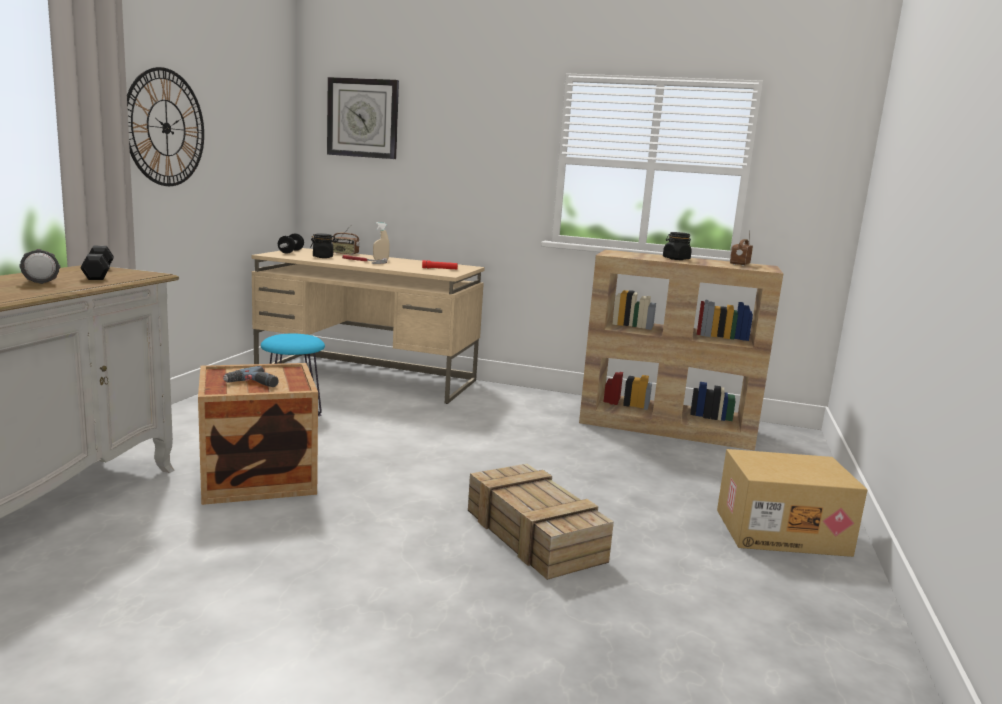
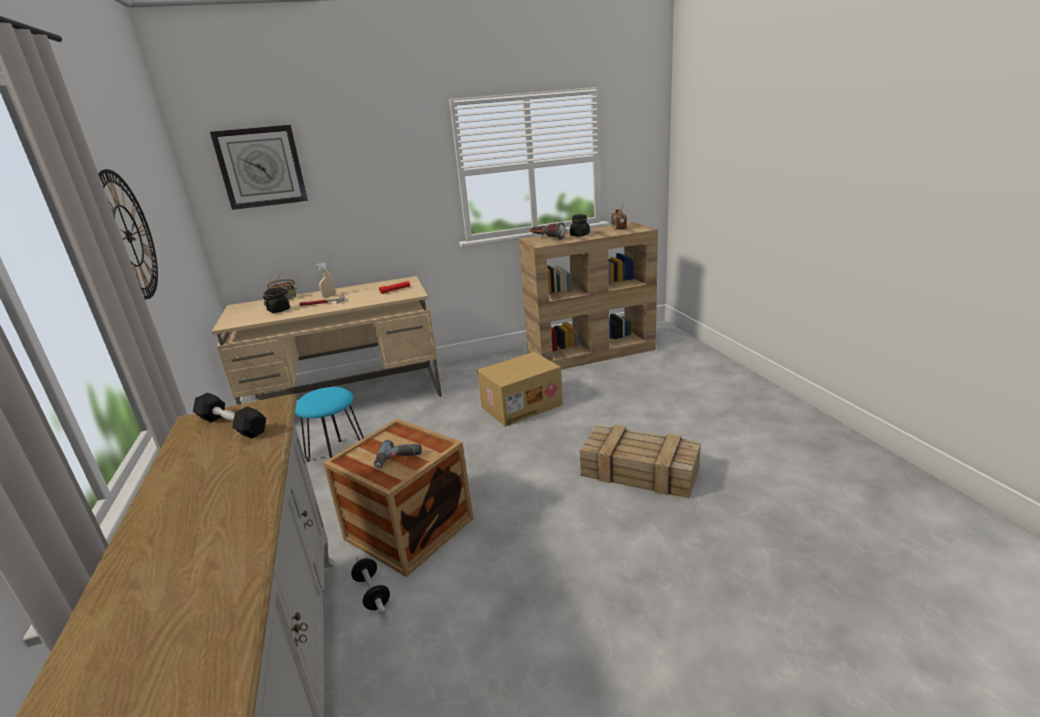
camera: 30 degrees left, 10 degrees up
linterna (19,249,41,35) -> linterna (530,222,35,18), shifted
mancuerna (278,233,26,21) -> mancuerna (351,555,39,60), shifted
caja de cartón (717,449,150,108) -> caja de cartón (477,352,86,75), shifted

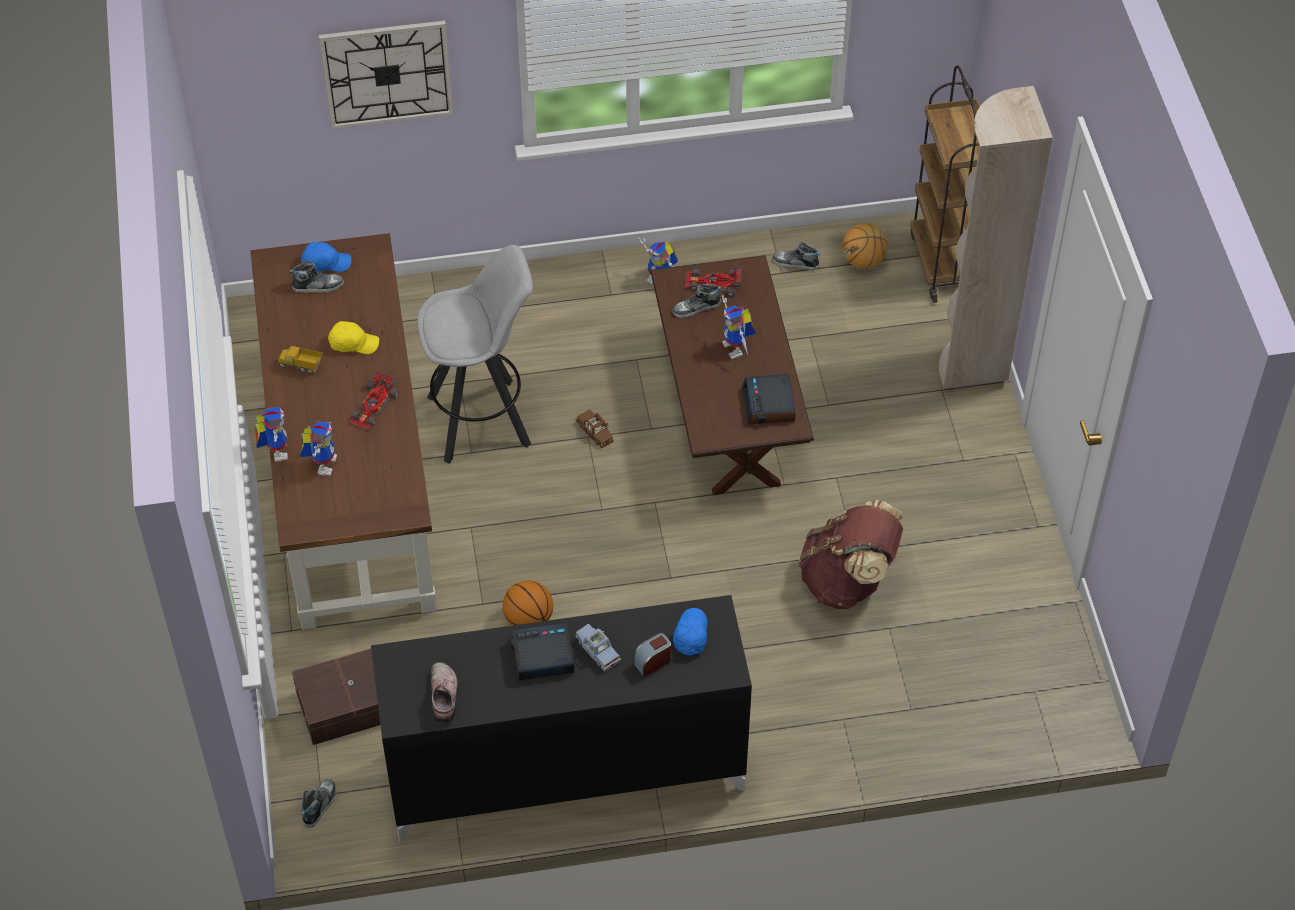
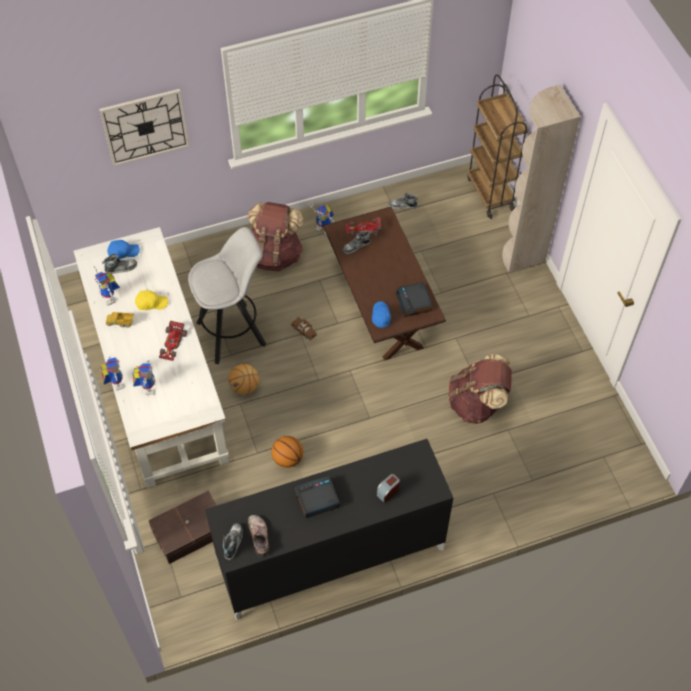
camera: 10 degrees left, 5 degrees up
escritorio (marrón) (250,233,186,397) -> escritorio (blanco) (74,227,155,261)
zapato (301,779,35,49) -> zapato (223,523,20,37), shifted
coche de juguete (azul) (576,624,45,48) -> none
gorra (azul) (673,608,34,47) -> gorra (azul) (372,301,19,27), shifted
robot de juguete (722,295,34,64) -> robot de juguete (93,266,27,40), shifted
balón de baloncesto (842,223,46,46) -> balón de baloncesto (228,364,31,31), shifted
none -> mochila (marrón) (247,202,56,70)

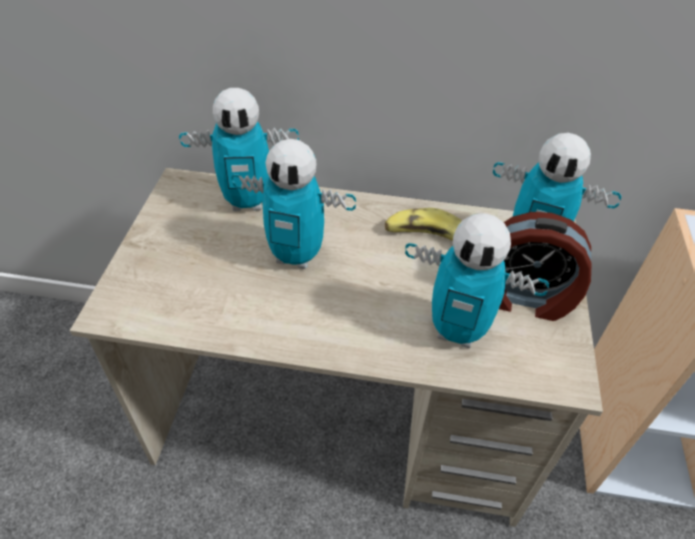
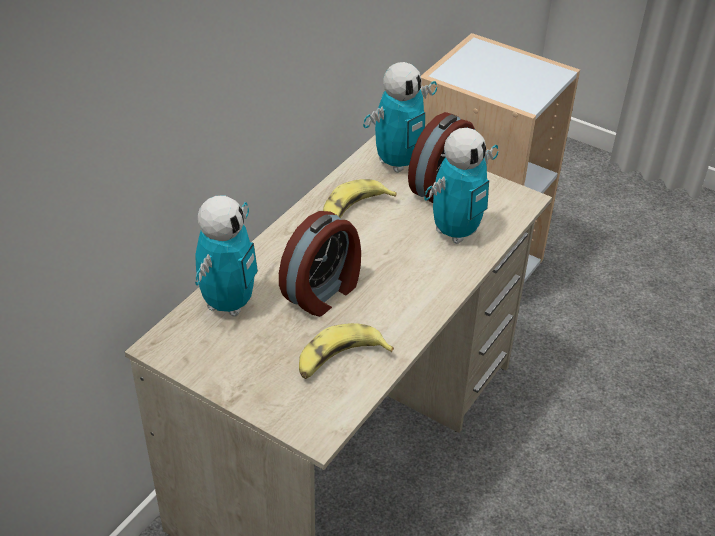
camera: 65 degrees left, 5 degrees down
robot de juguete (231,139,125,130) -> despertador (279,211,82,106)
none -> plátano (299,323,95,56)

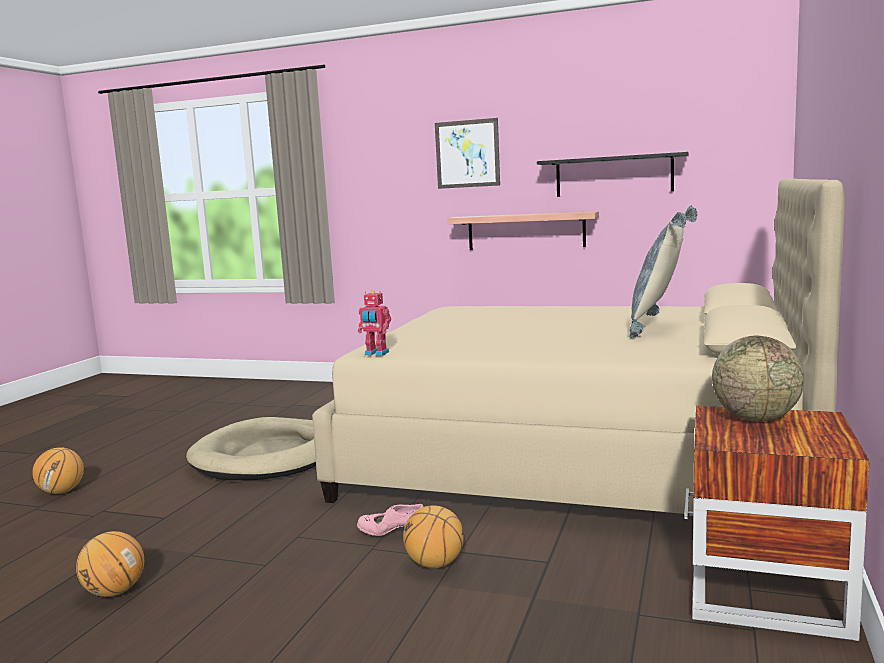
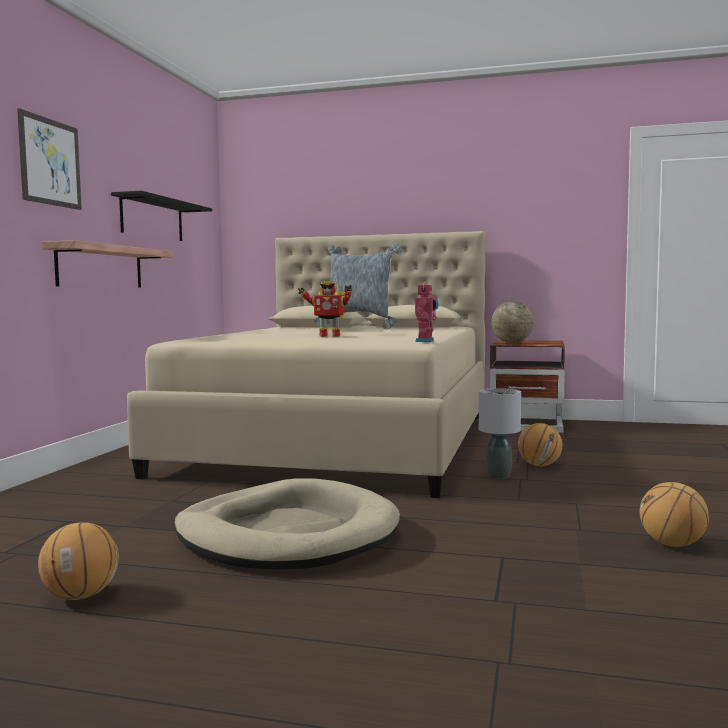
camera: 95 degrees left, 5 degrees down
balón de baloncesto (32,447,52,47) -> balón de baloncesto (38,522,81,78), shifted
zapato (rosa) (357,504,66,32) -> lámpara de mesa (gris) (479,388,42,91)
none -> robot de juguete (298,281,54,56)

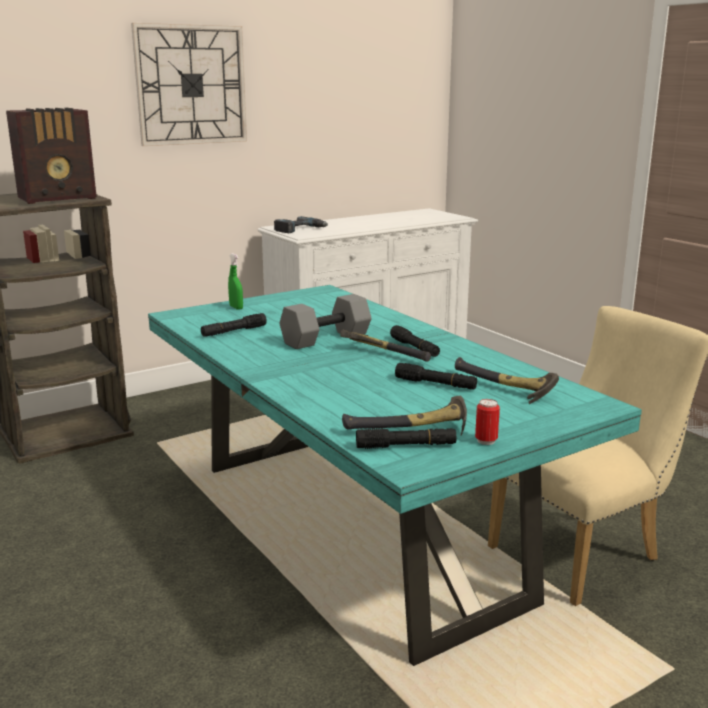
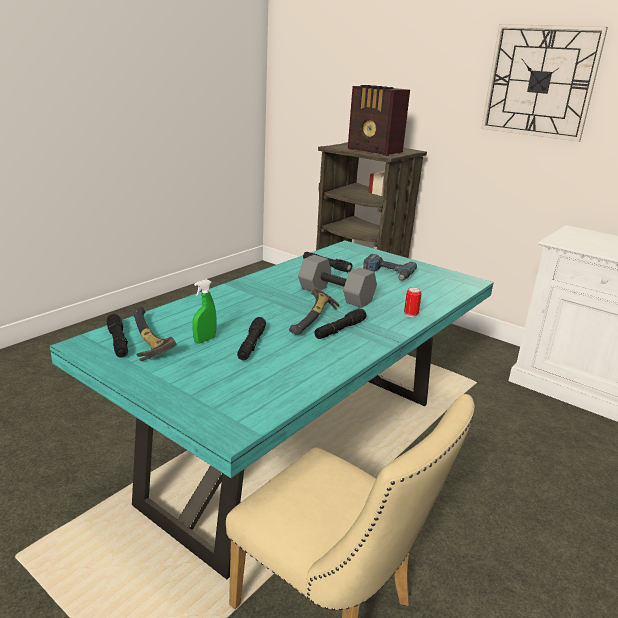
camera: 70 degrees right, 5 degrees up
pulverizador (verde) (228,253,15,57) -> pulverizador (verde) (192,279,25,65), shifted
taladro (274,216,54,17) -> taladro (363,254,54,27), shifted
martillo (455,357,104,47) -> none
lata (475,399,25,46) -> lata (404,287,18,30), shifted

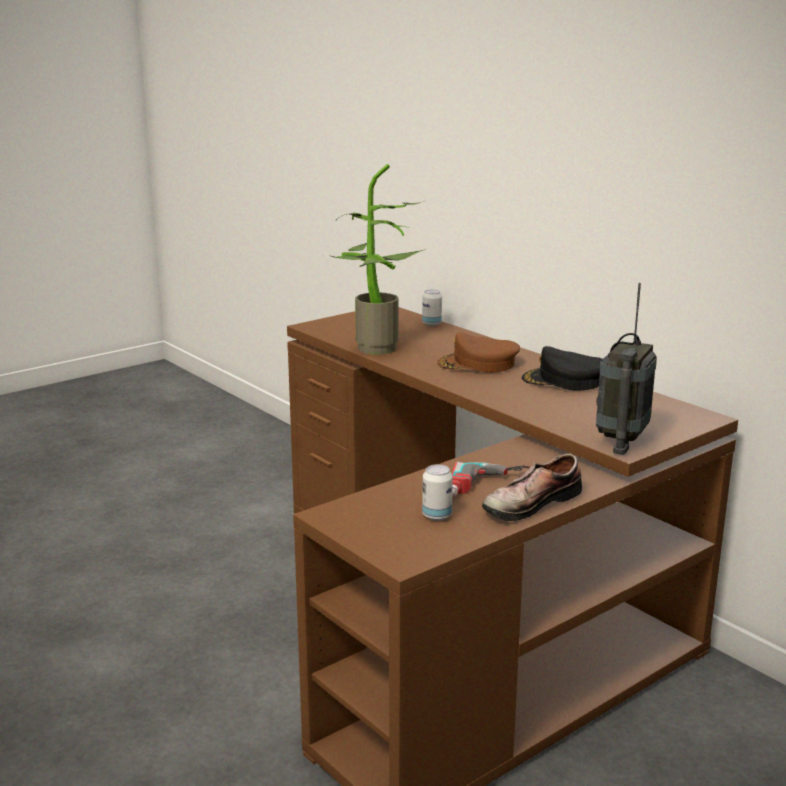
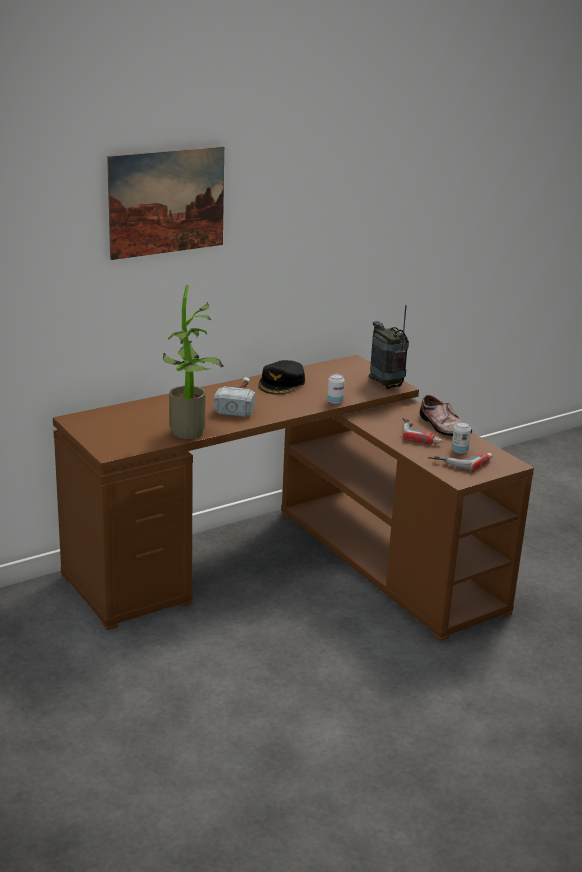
camera: 85 degrees left, 5 degrees up
lata (422,289,20,37) -> lata (327,374,18,30), shifted
gorra (marrón) (437,332,83,41) -> martillo (214,377,41,40)
radio (596,283,61,172) -> radio (369,305,40,84), 150 degrees counterclockwise
none -> cuadro (107,146,117,114)
none -> taladro (428,452,64,20)

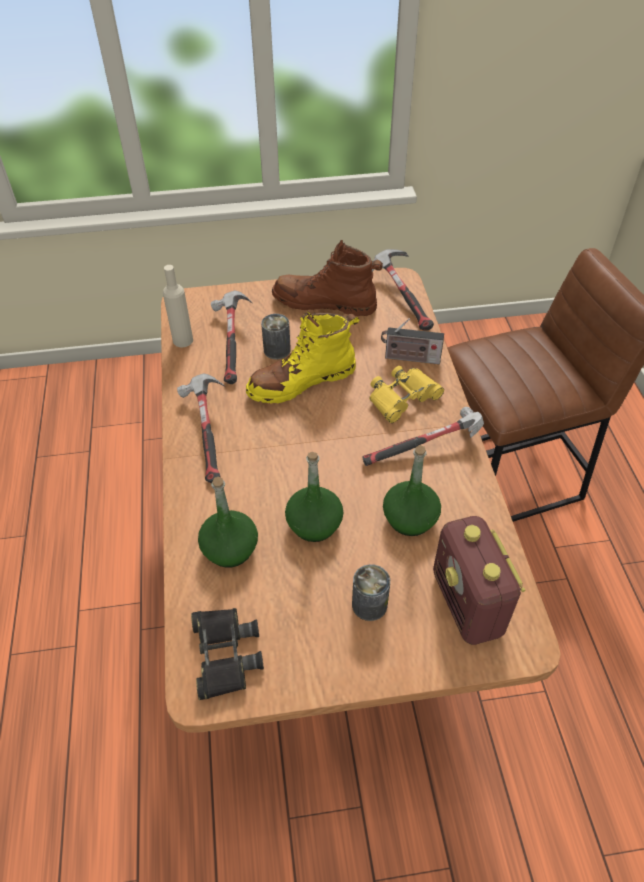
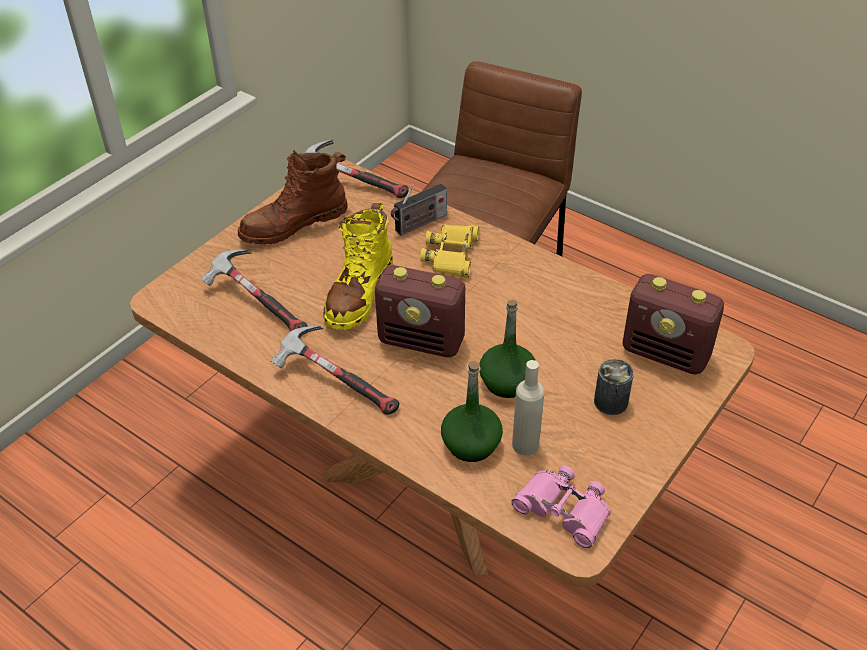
camera: 45 degrees left, 5 degrees down
botella (beis) (163,265,30,82) -> botella (beis) (512,360,33,95), shifted
prismáticos (negro) (191,608,73,92) -> prismáticos (rosa) (511,466,100,82)
lata (261,314,30,45) -> none
martillo (363,407,121,59) -> none
botella (verde) (383,445,58,91) -> none
none -> radio (375,265,90,92)

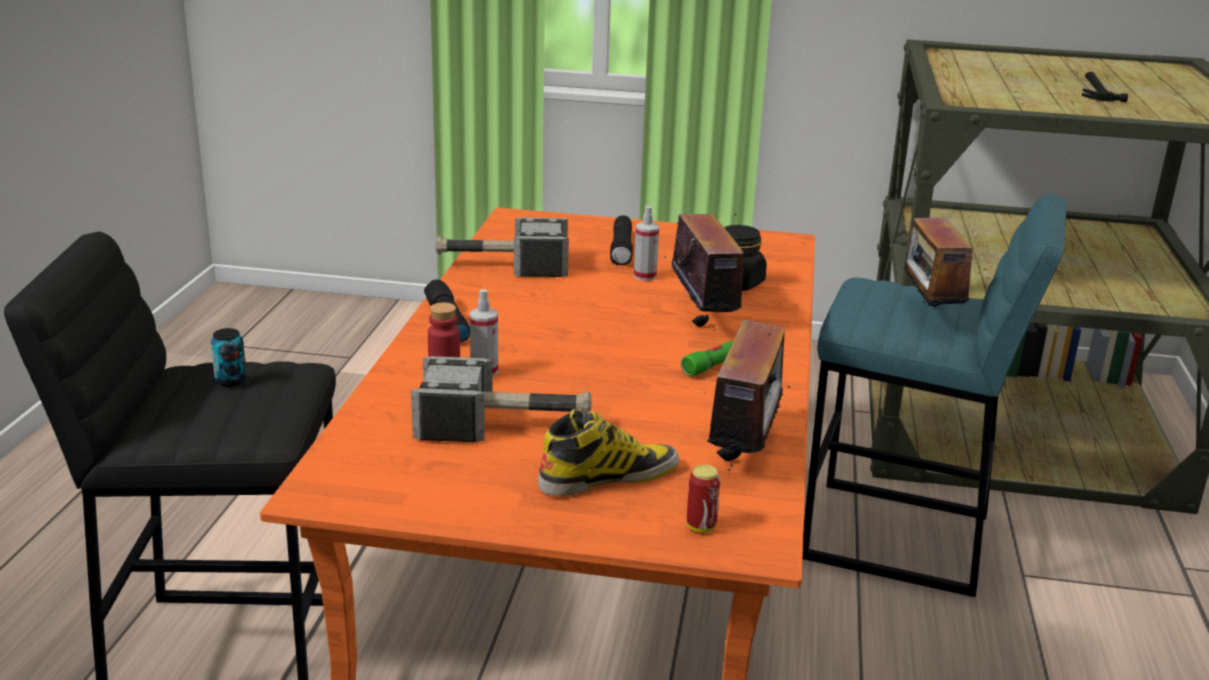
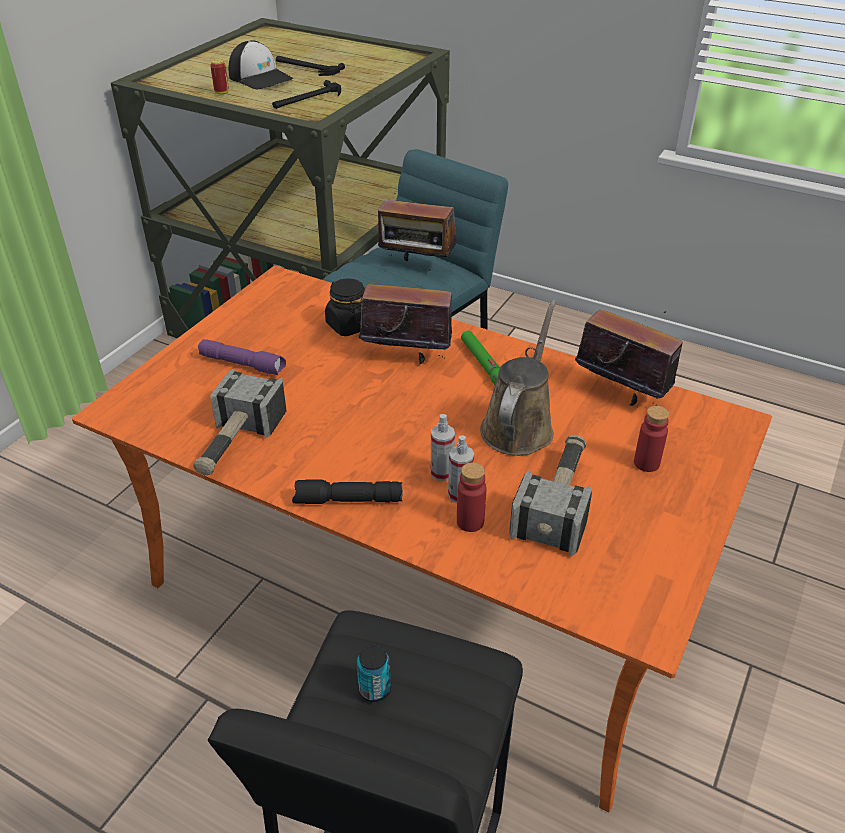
camera: 70 degrees left, 15 degrees up
bota (538,409,141,87) -> botella (rojo) (634,406,35,66)
linterna (negro) (610,216,23,49) -> linterna (morado) (198,339,88,36)
pulverizador (634,206,25,75) -> pulverizador (431,414,24,67), shifted
lata (687,465,33,68) -> lata (210,59,19,35), shifted
none -> gorra (228,40,65,49)
none -> martillo (272,80,69,29)
none -> regadera (marrón) (480,300,76,156)

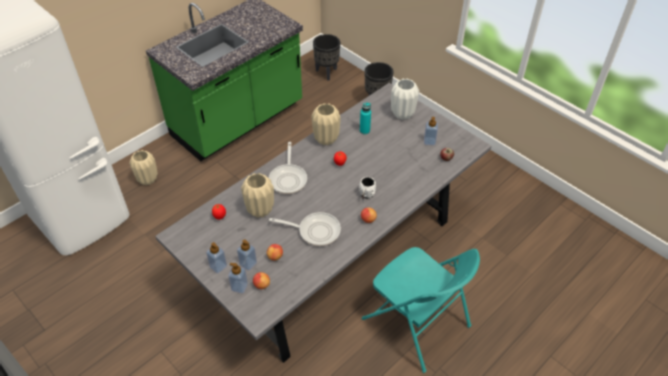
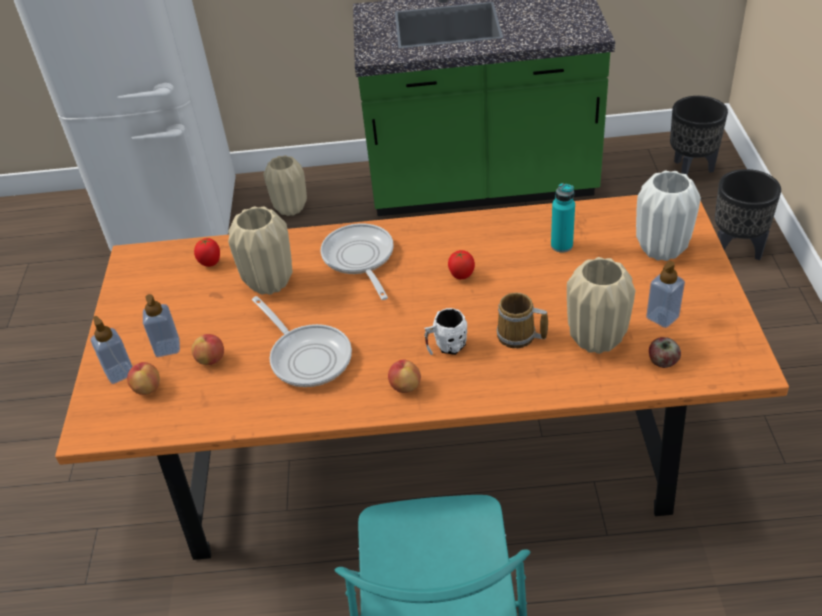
camera: 45 degrees right, 5 degrees down
mesa de comedor (gris) (155,83,336,280) -> mesa de comedor (naranja) (55,195,734,365)
dispensador de jabón (206,242,21,31) -> none
sartén (269,142,38,52) -> sartén (321,223,73,77), 120 degrees clockwise
florero (beis) (312,103,29,42) -> florero (beis) (567,257,68,97), shifted
none -> taza grande (496,293,52,55)

